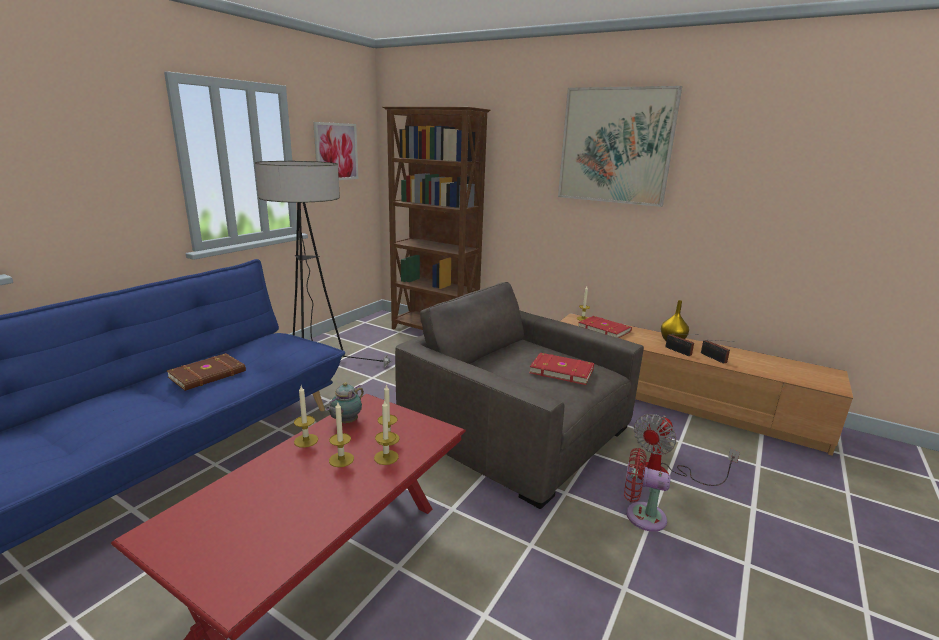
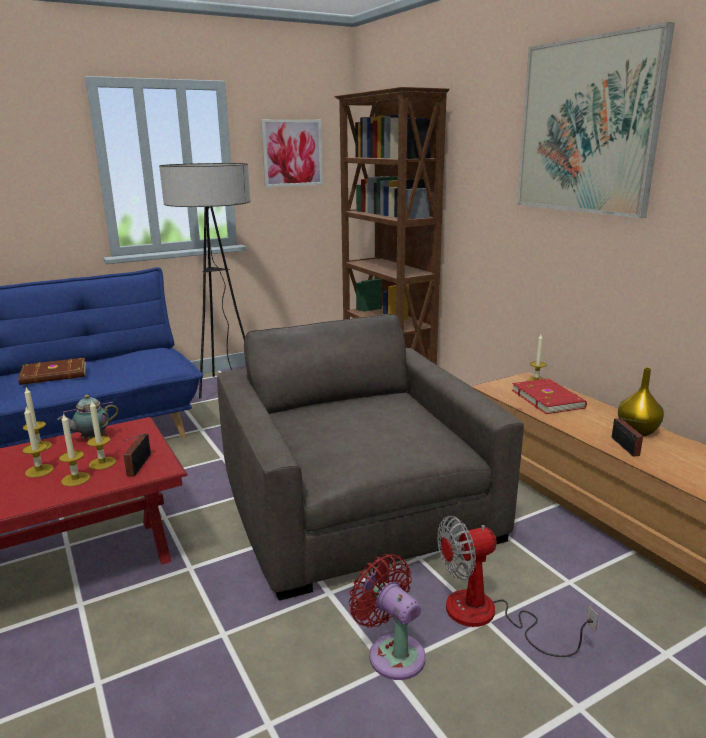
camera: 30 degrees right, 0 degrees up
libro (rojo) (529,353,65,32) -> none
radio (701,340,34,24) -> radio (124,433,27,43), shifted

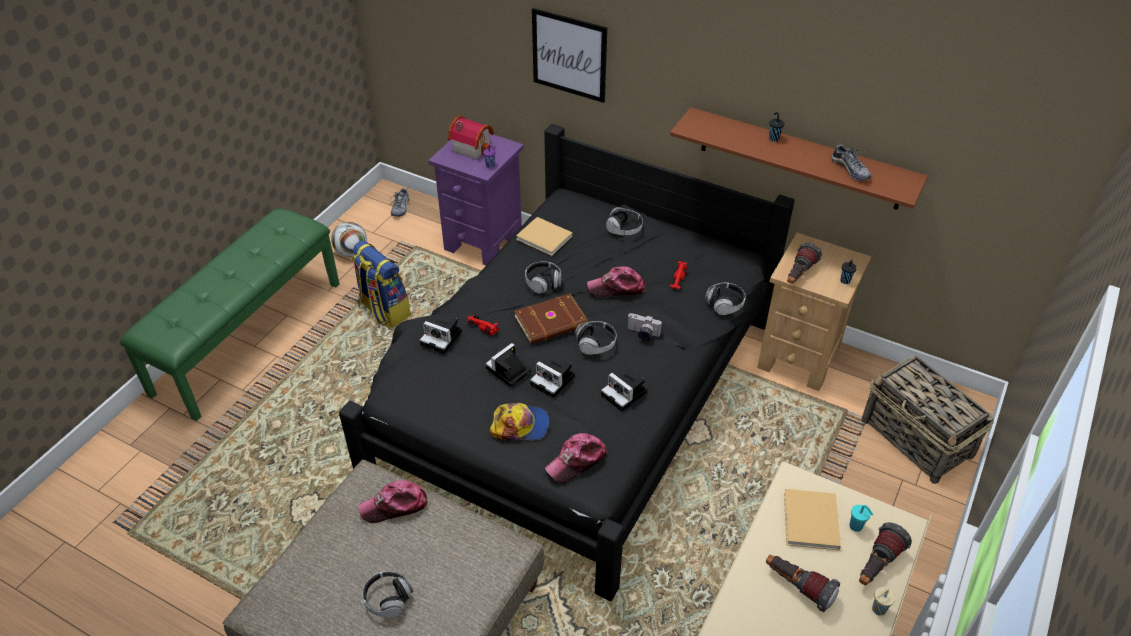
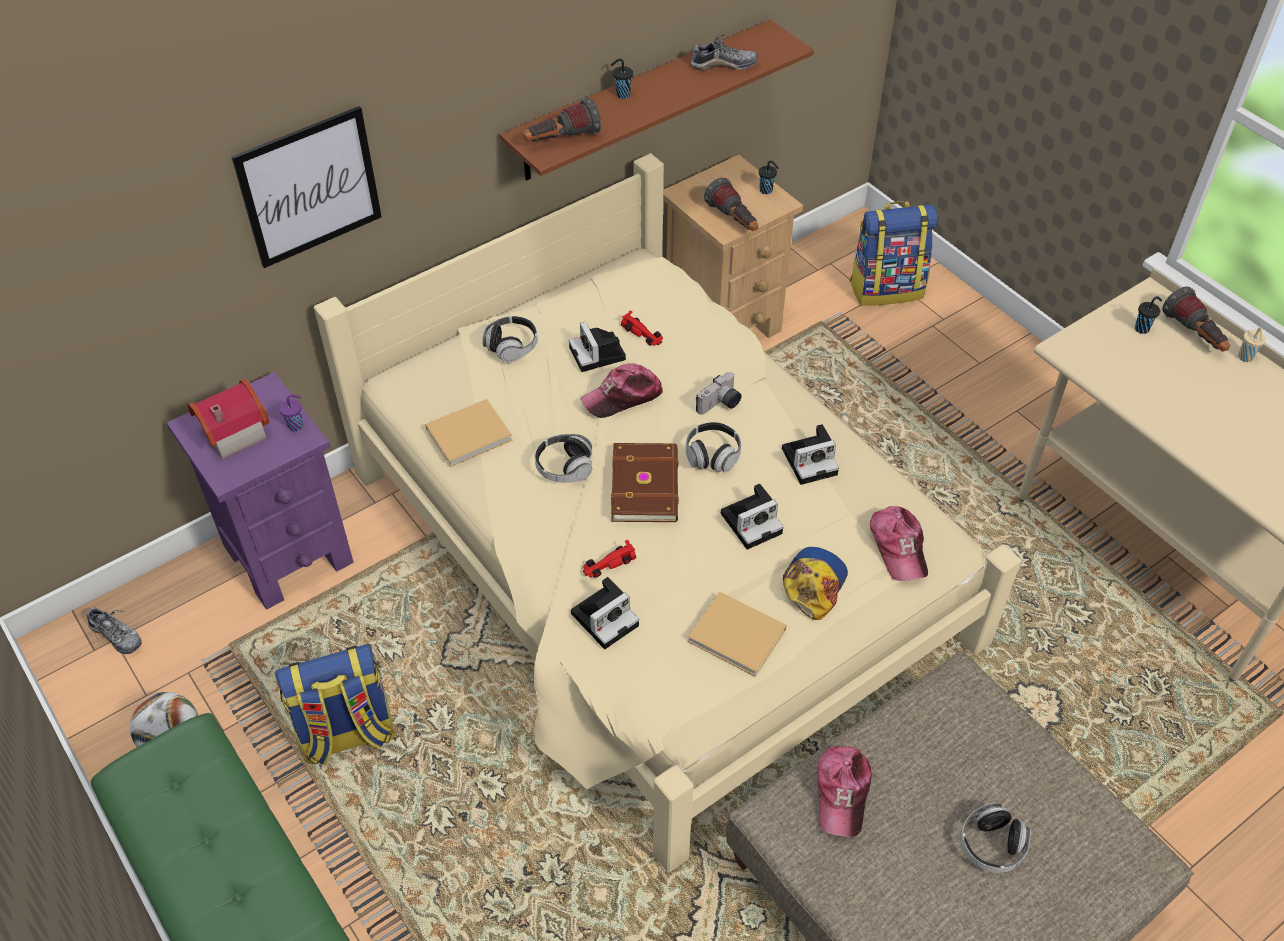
camera: 65 degrees left, 5 degrees up
cama (negro) (339,124,456,477) -> cama (beis) (314,153,707,720)
cámara (486,343,45,44) -> cámara (569,322,57,50), shifted
gorra (587,266,58,32) -> gorra (581,363,82,55), 45 degrees clockwise
auriculares (705,283,41,32) -> none
linterna (766,555,74,57) -> linterna (523,98,78,44), shifted
libro (beis) (784,489,57,61) -> libro (beis) (687,592,100,85), shifted
taza (turquesa) (849,505,24,27) -> taza (negro) (1135,296,27,38)
cesta (861,356,133,128) -> mochila (850,201,88,105)

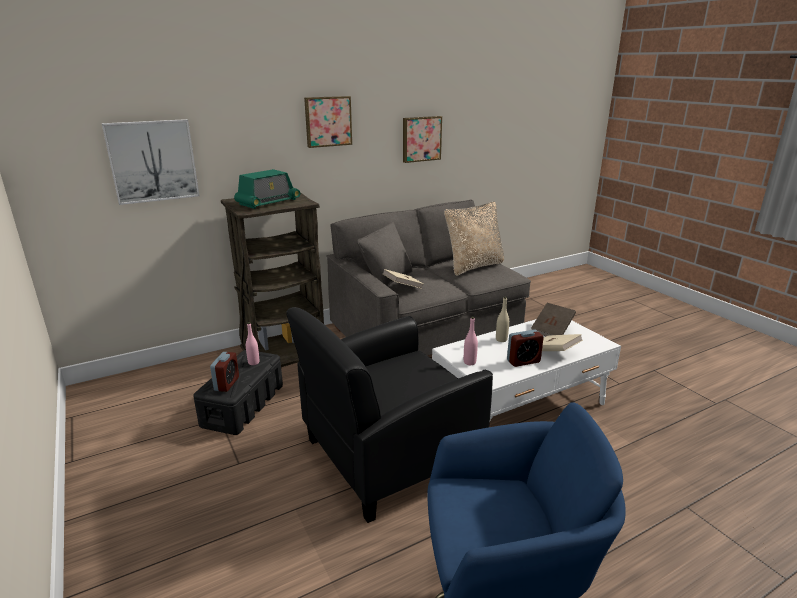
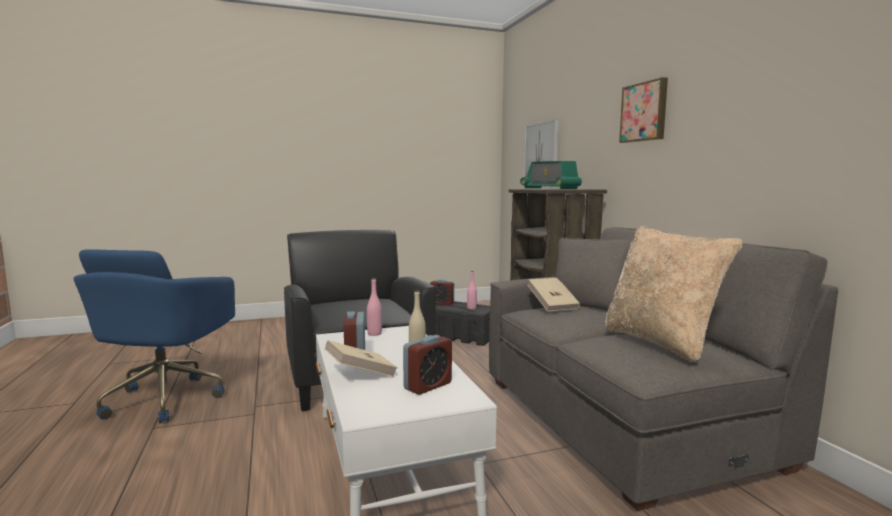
camera: 100 degrees right, 15 degrees down
cuadro (403,116,39,47) -> none
libro (marrón) (531,303,45,33) -> despertador (403,335,49,60)

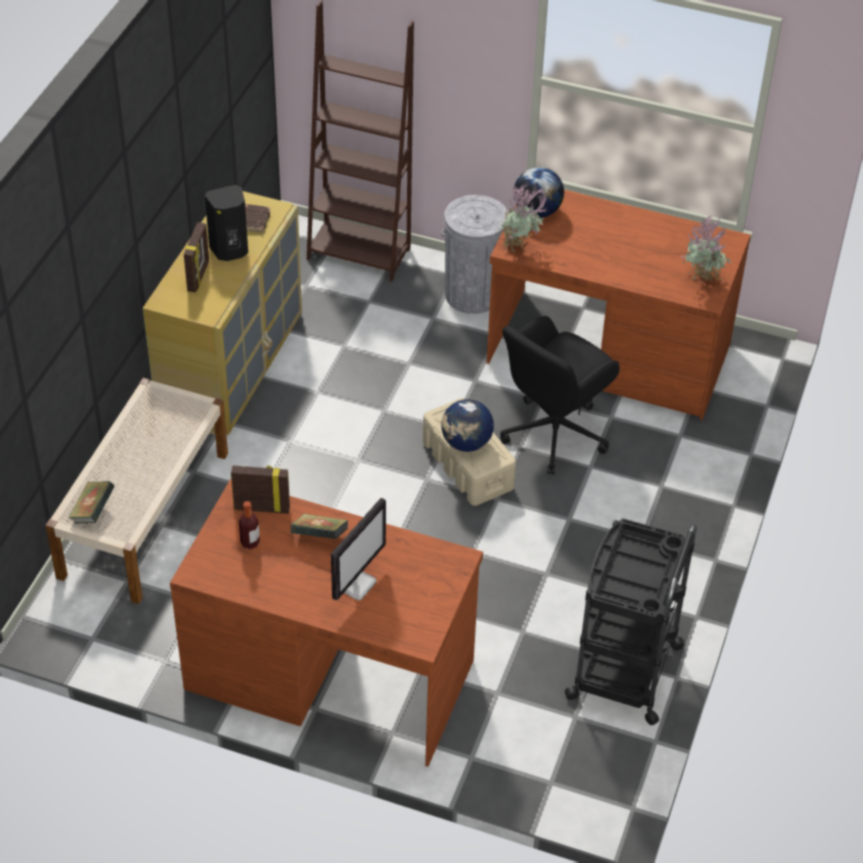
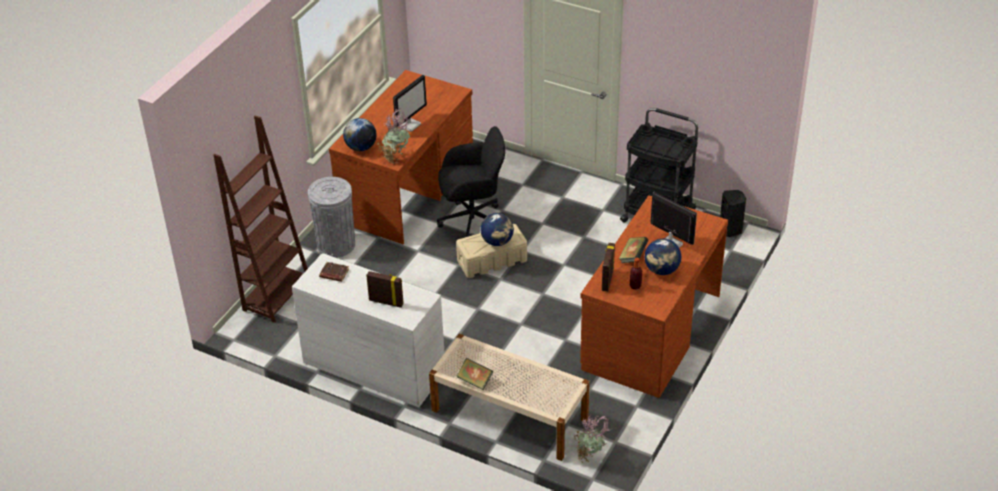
camera: 80 degrees left, 5 degrees down
libro (68,481,46,43) -> libro (457,358,36,32), shifted
armario (amarillo) (142,191,160,244) -> armario (blanco) (292,253,153,154)
altavoz (negro) (205,185,43,76) -> altavoz (negro) (720,190,26,47), shifted
silla de oficina (negro) (500,316,120,159) -> silla de oficina (negro) (437,126,68,111), 60 degrees counterclockwise
planta en maceta (680,216,51,70) -> planta en maceta (574,414,37,49), shifted
none -> monitor (393,75,34,57)
none -> globo terráqueo (645,239,36,36)

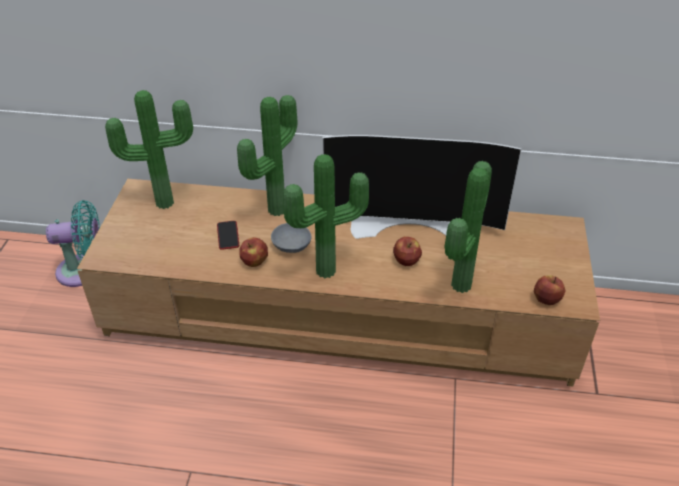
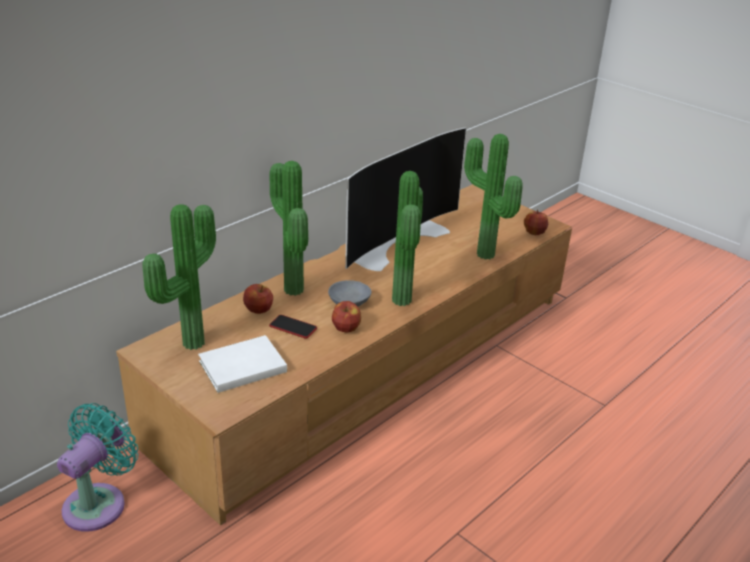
camera: 55 degrees left, 10 degrees down
manzana (393,237,29,29) -> manzana (243,284,30,30), shifted
none -> libro (blanco) (198,335,89,58)

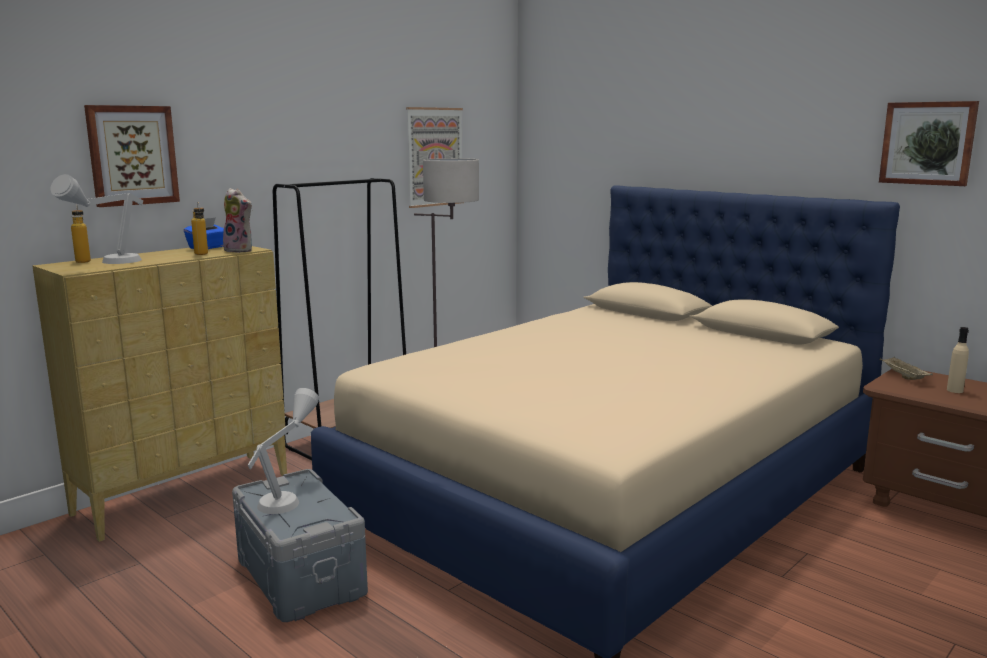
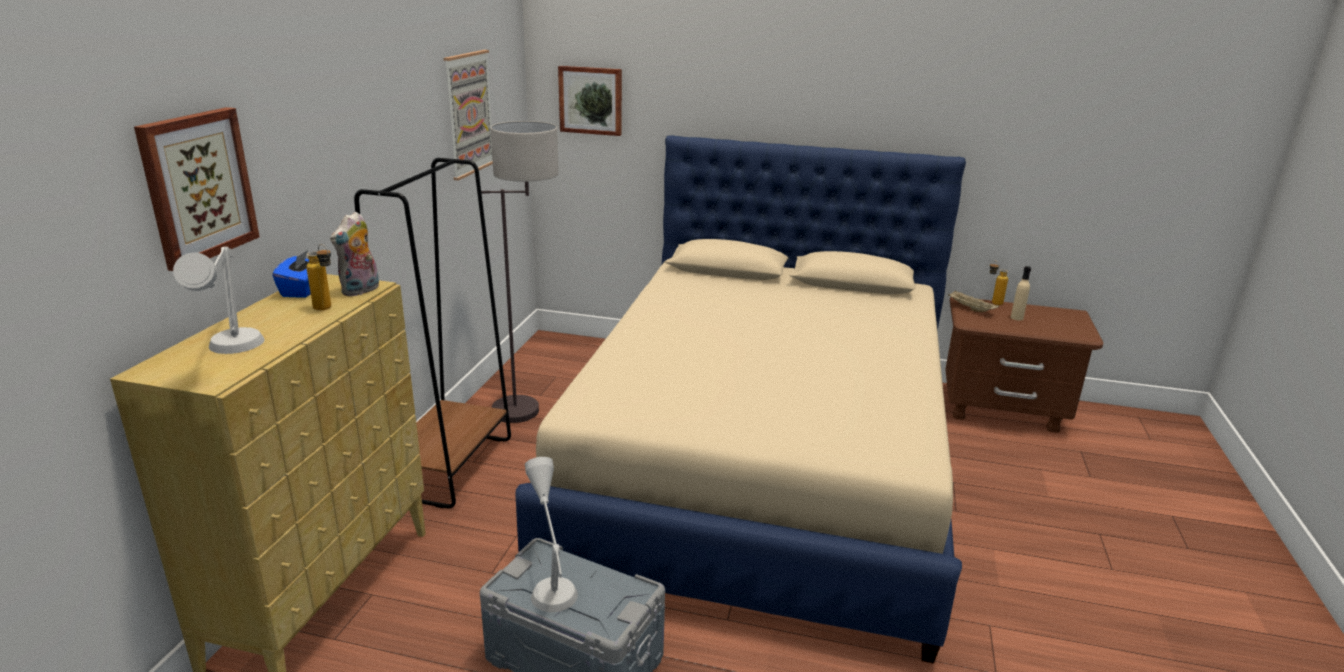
camera: 30 degrees left, 10 degrees up
botella (71,205,20,58) -> botella (990,261,18,45), shifted
peluche (223,188,29,65) -> peluche (330,211,49,86), 120 degrees clockwise
cuadro (879,101,100,85) -> cuadro (558,66,64,70), shifted

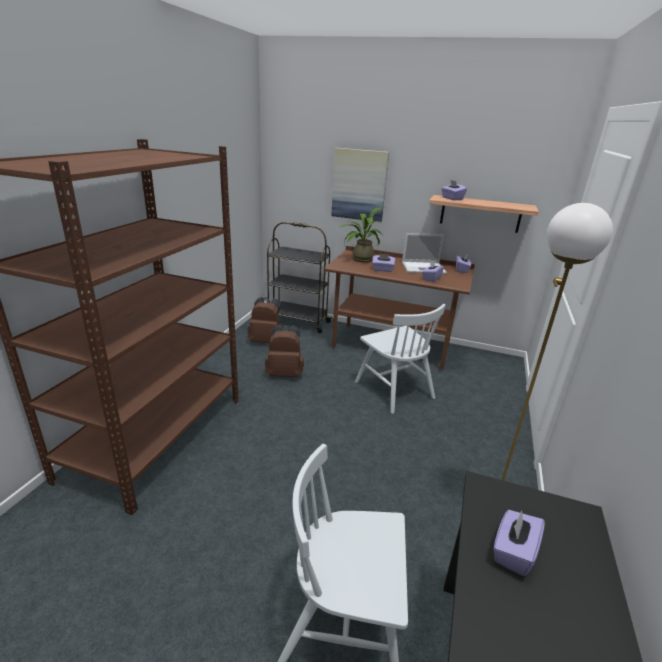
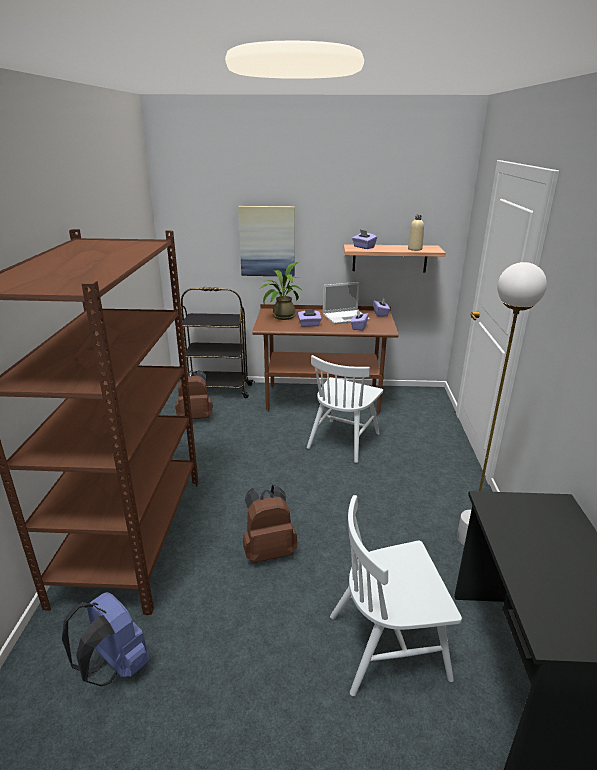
camera: 15 degrees left, 0 degrees up
mochila (marrón) (265,325,39,52) -> mochila (marrón) (243,484,54,79), shifted
silla (blanco) (355,304,91,110) -> silla (blanco) (307,355,76,108), 75 degrees clockwise
caja de pañuelos (morado) (494,510,50,66) -> none
none -> mochila (azul) (62,592,88,94)
none -> botella (beis) (408,215,16,36)

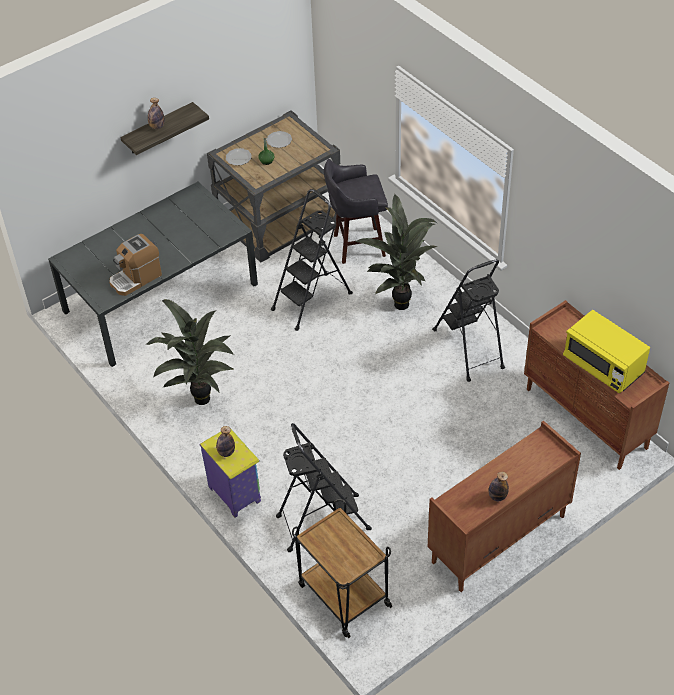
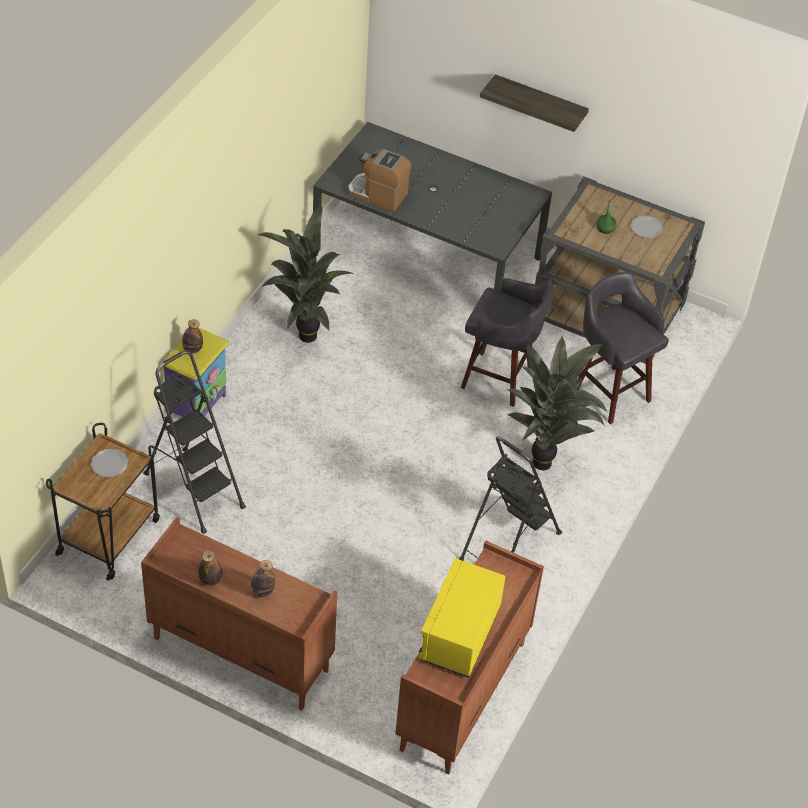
camera: 60 degrees right, 0 degrees up
botella (148,98,16,31) -> botella (251,560,24,37), shifted
plato (226,148,25,17) -> plato (91,449,37,29), shifted
escalera de tijera (271,189,82,142) -> taburete (gris) (461,278,93,129)

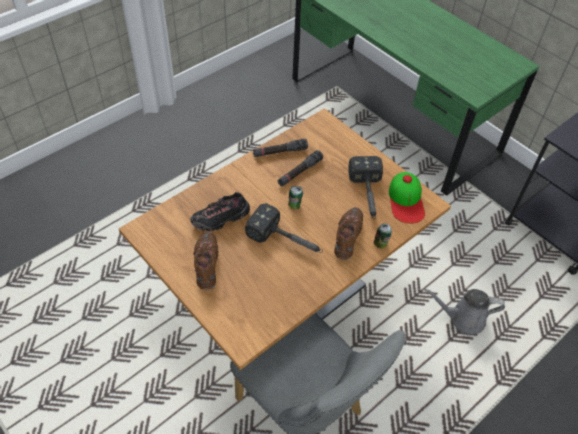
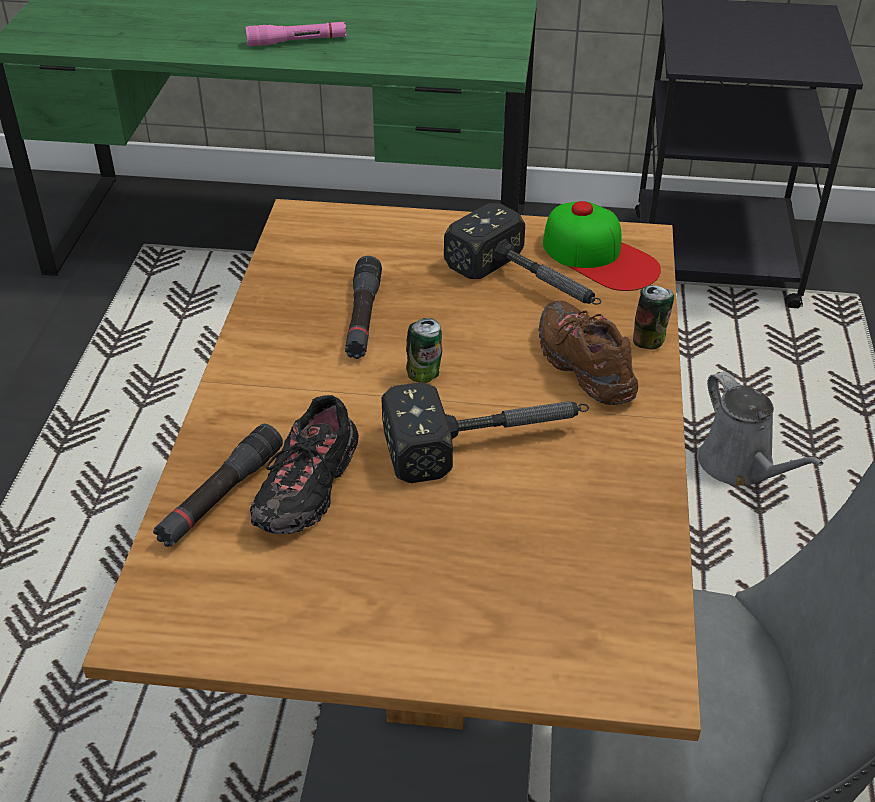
camera: 40 degrees left, 10 degrees down
zapato (marrón) (193,232,25,58) -> none
linterna (negro) (253,139,55,18) -> linterna (negro) (153,424,130,123), shifted
regadera (gris) (424,288,81,47) -> regadera (gris) (697,371,126,115), 75 degrees counterclockwise
none -> linterna (rosa) (246,22,101,24)

